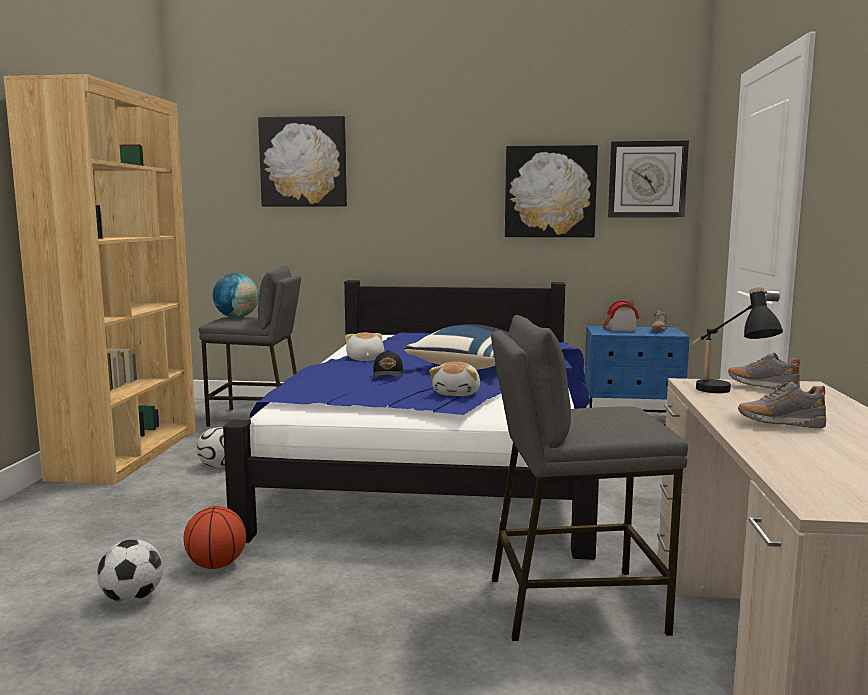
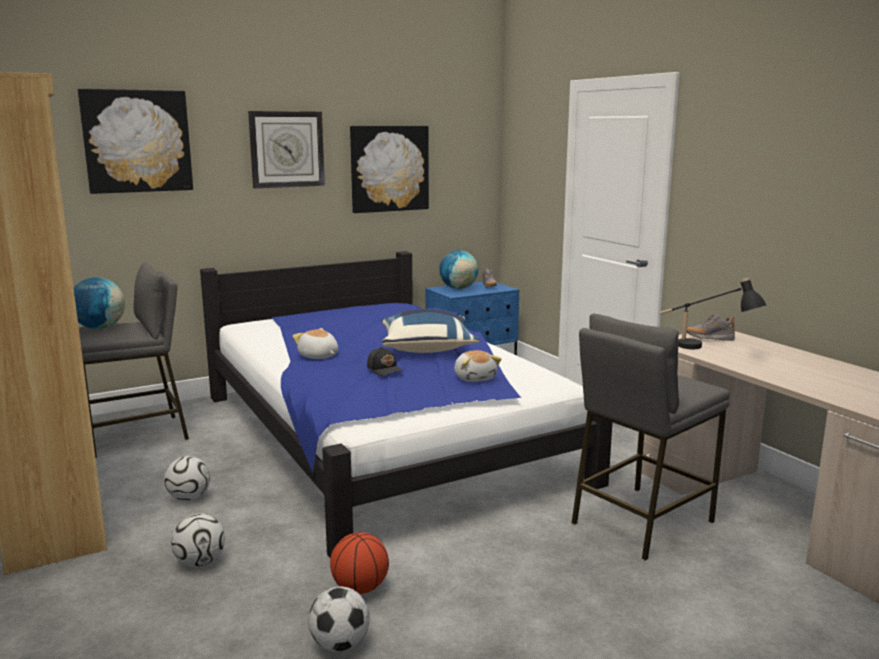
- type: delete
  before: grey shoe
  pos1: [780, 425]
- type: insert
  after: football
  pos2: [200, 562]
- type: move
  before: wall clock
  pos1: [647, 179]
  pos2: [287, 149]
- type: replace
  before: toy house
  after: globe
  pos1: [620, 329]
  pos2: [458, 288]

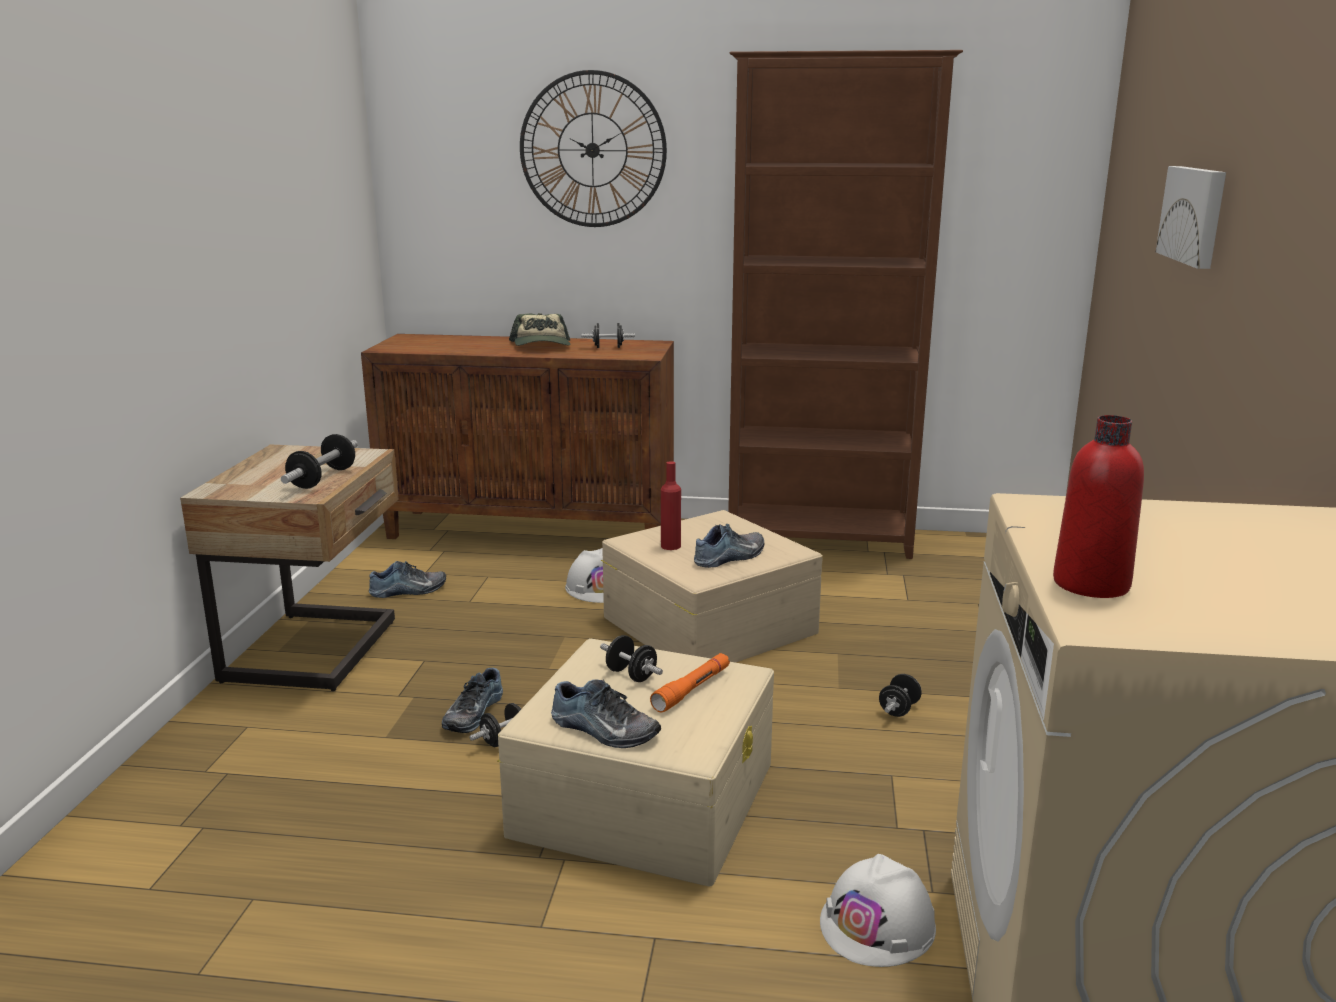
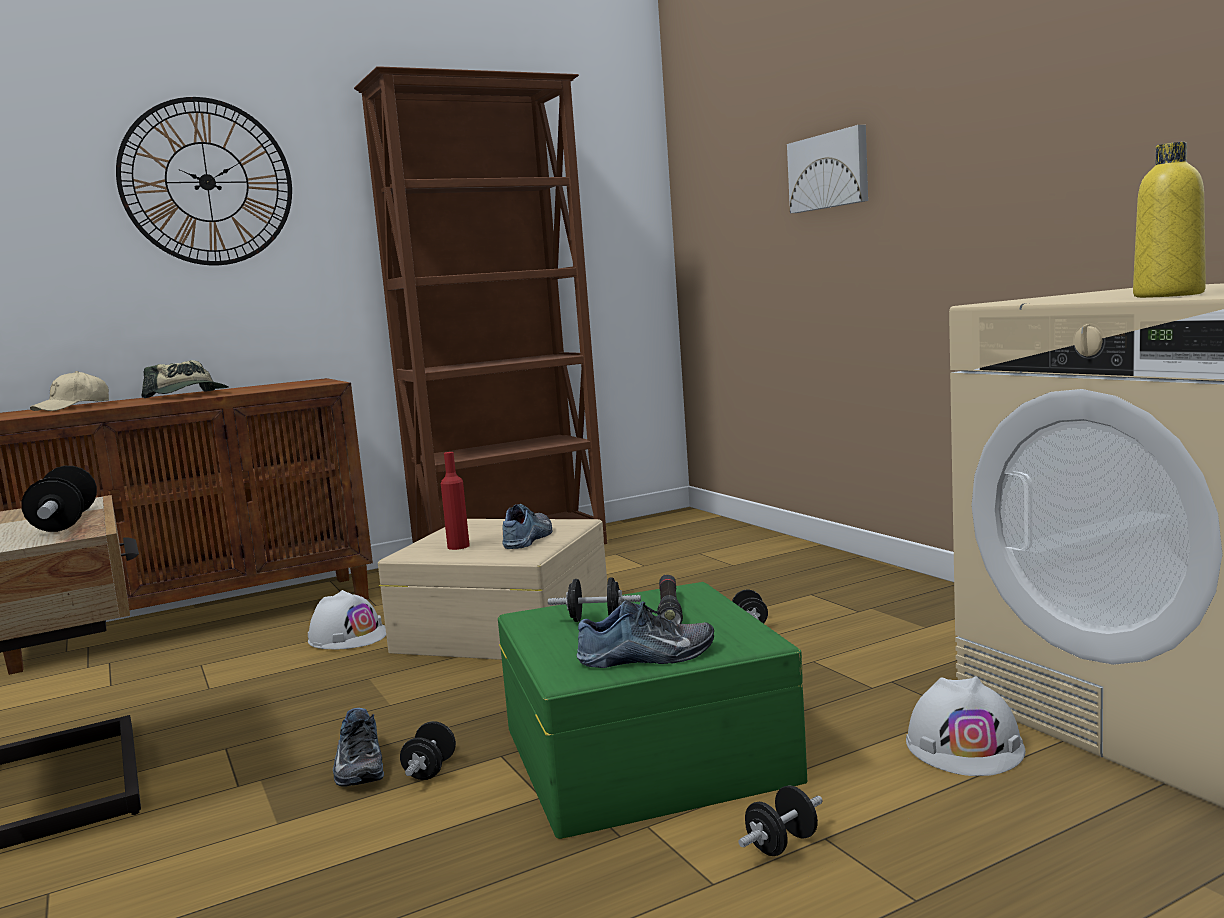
- type: delete
  before: shoe
  pos1: [408, 591]
- type: insert
  after: beige cap
  pos2: [72, 407]
- type: move
  before: black dumbbell
  pos1: [608, 347]
  pos2: [782, 844]
- type: recolor
  before: beige storage box
  after: green storage box
  pos1: [645, 797]
  pos2: [646, 752]
- type: recolor
  before: orange flashlight
  after: black flashlight
  pos1: [692, 689]
  pos2: [669, 610]
- type: recolor
  before: red bottle
  after: yellow bottle
  pos1: [1091, 584]
  pos2: [1168, 295]

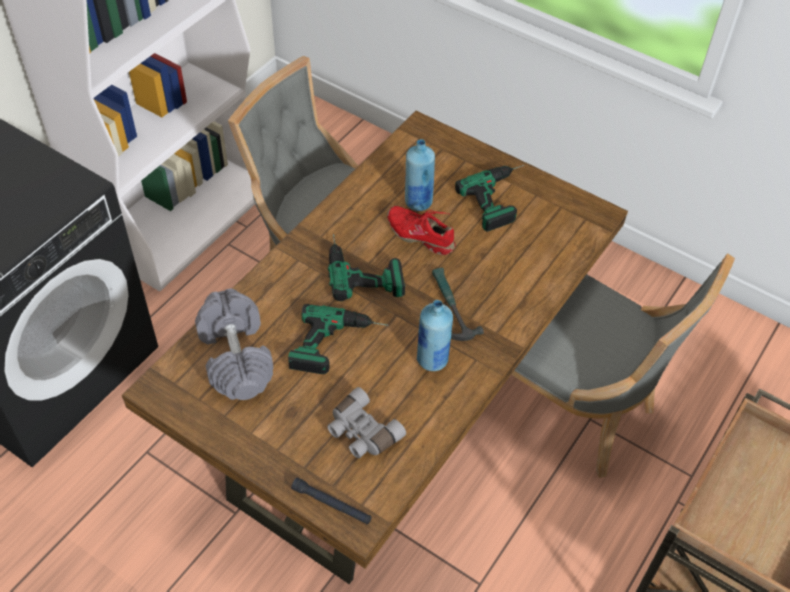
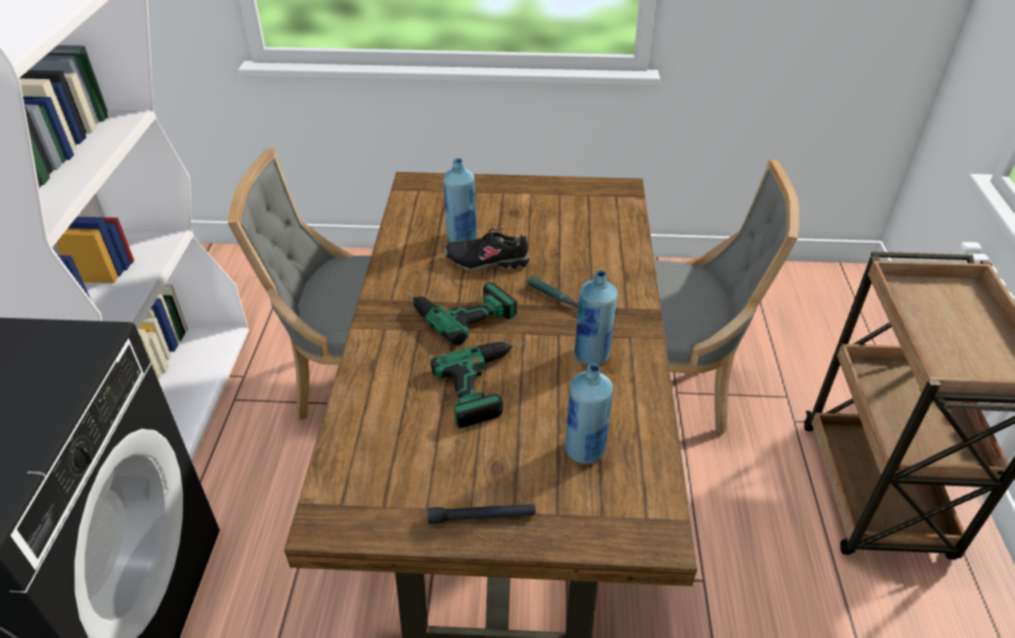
- type: delete
  before: grey dumbbell
  pos1: [235, 357]
- type: delete
  before: power drill
  pos1: [502, 198]
- type: move
  before: black flashlight
  pos1: [331, 504]
  pos2: [481, 517]
- type: replace
  before: grey binoculars
  after: blue bottle
  pos1: [361, 433]
  pos2: [584, 451]
- type: recolor
  before: red shoe
  after: black shoe
  pos1: [421, 235]
  pos2: [487, 261]

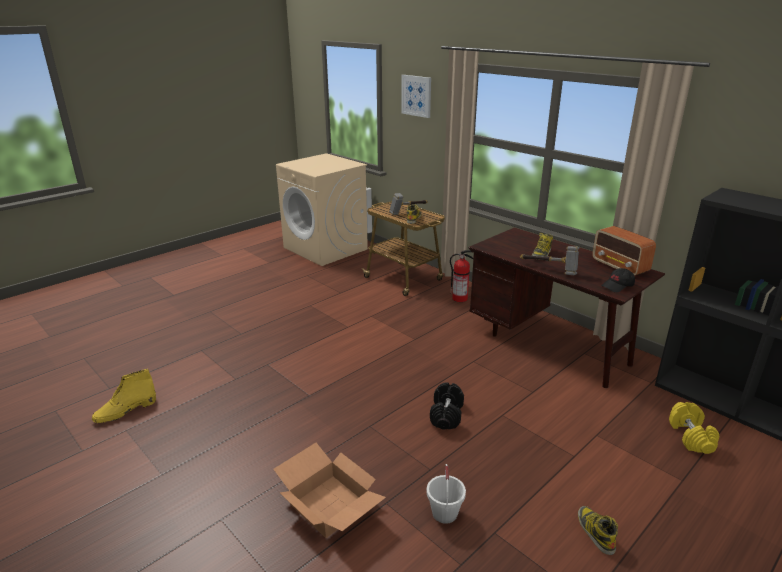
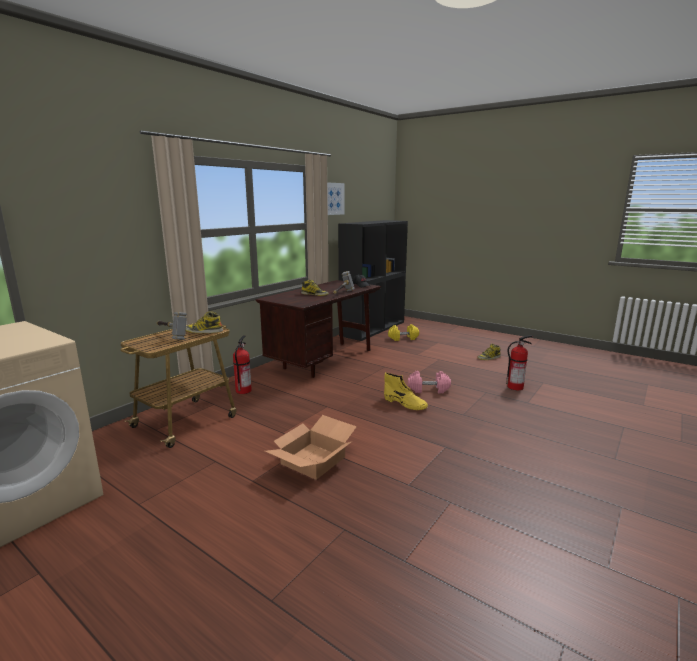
- type: delete
  before: radio
  pos1: [620, 267]
- type: move
  before: yellow boot
  pos1: [125, 411]
  pos2: [405, 404]
- type: move
  before: cardboard box
  pos1: [331, 505]
  pos2: [313, 459]
- type: move
  before: picture
  pos1: [416, 96]
  pos2: [333, 198]
- type: replace
  before: white bucket
  after: fire extinguisher
  pos1: [445, 513]
  pos2: [515, 387]
- type: recolor
  before: black dumbbell
  after: pink dumbbell
  pos1: [446, 415]
  pos2: [428, 389]

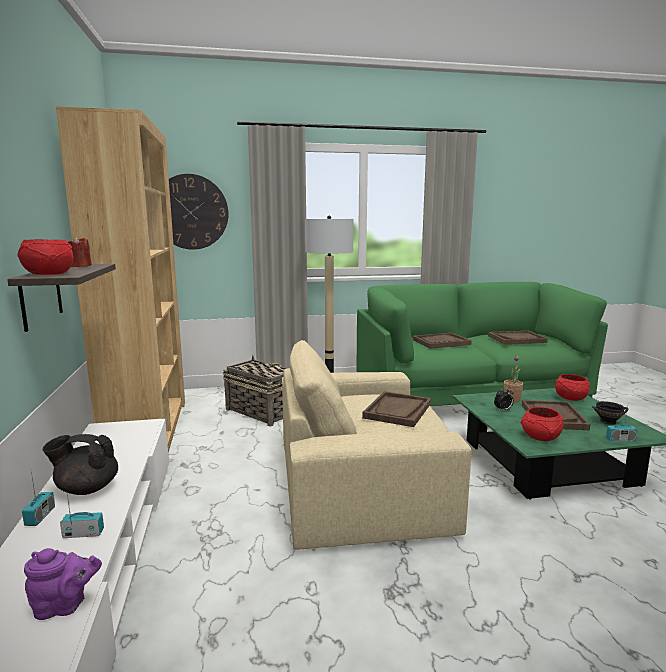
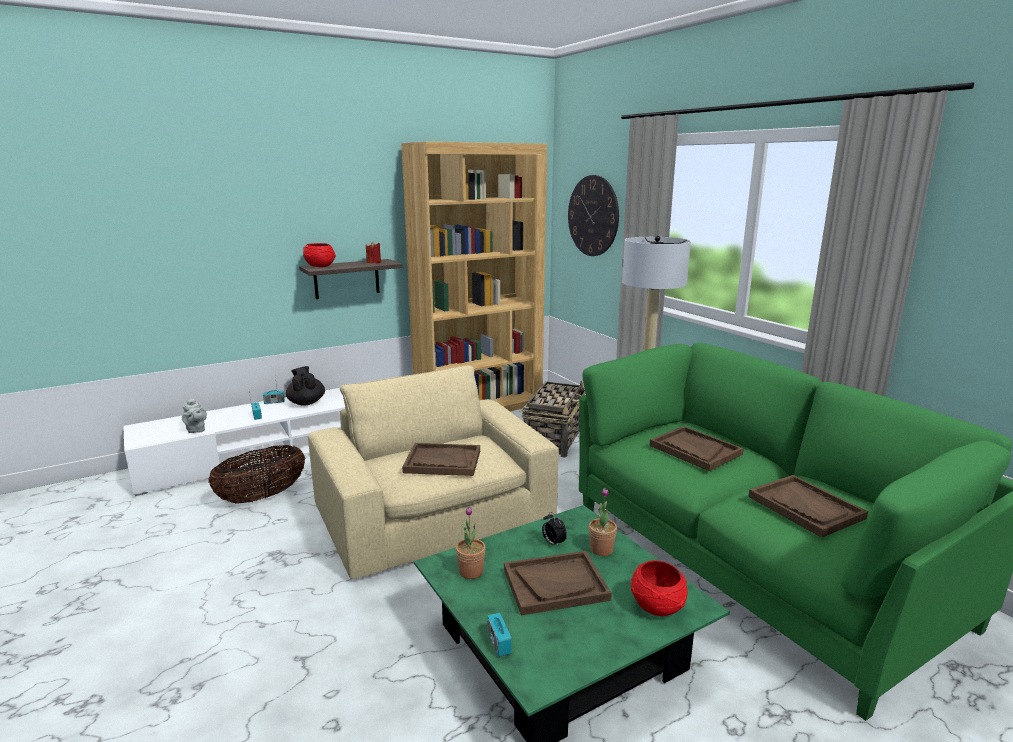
- type: delete
  before: black bowl
  pos1: [608, 422]
- type: insert
  after: basket
  pos2: [262, 497]
- type: replace
  before: red bowl
  after: potted plant
  pos1: [541, 438]
  pos2: [471, 571]
- type: recolor
  before: purple teapot
  after: grey teapot
  pos1: [64, 606]
  pos2: [196, 430]

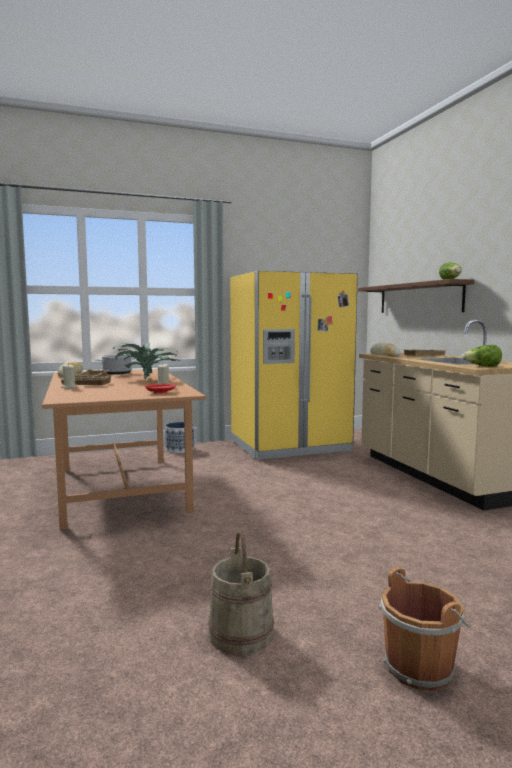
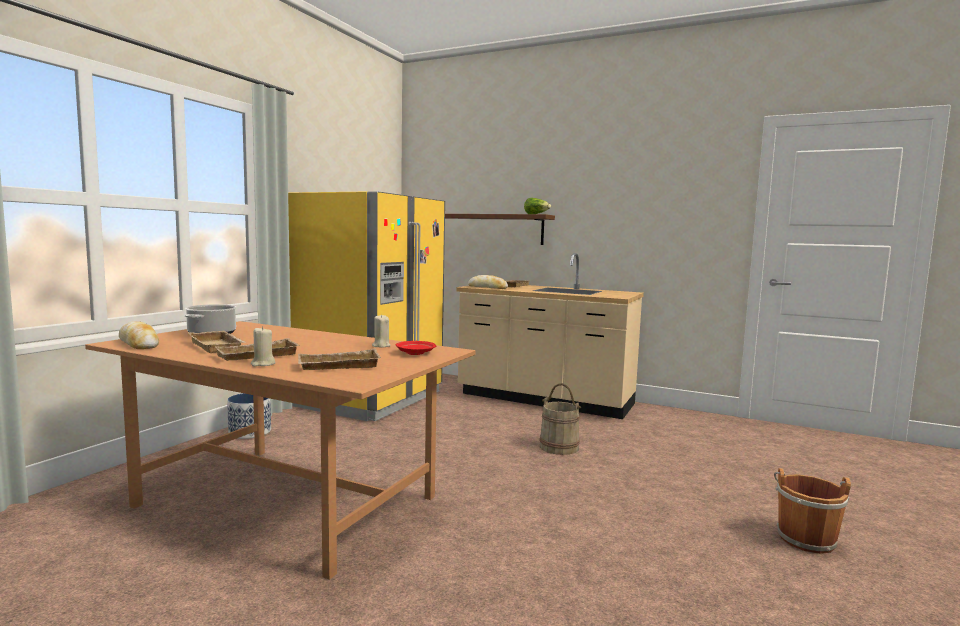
- type: delete
  before: potted plant
  pos1: [147, 379]
- type: delete
  before: lettuce
  pos1: [482, 366]
- type: insert
  after: beige tray
  pos2: [338, 366]
- type: move
  before: beige bucket
  pos1: [240, 633]
  pos2: [558, 447]

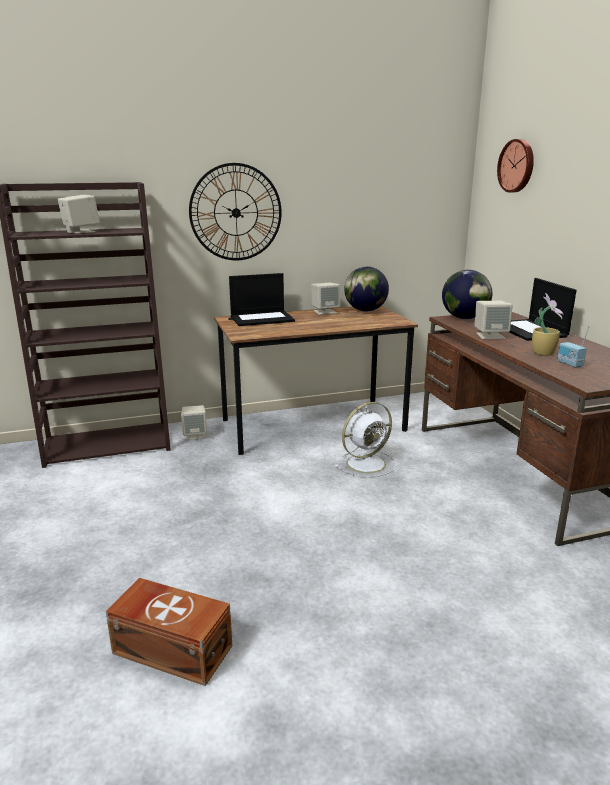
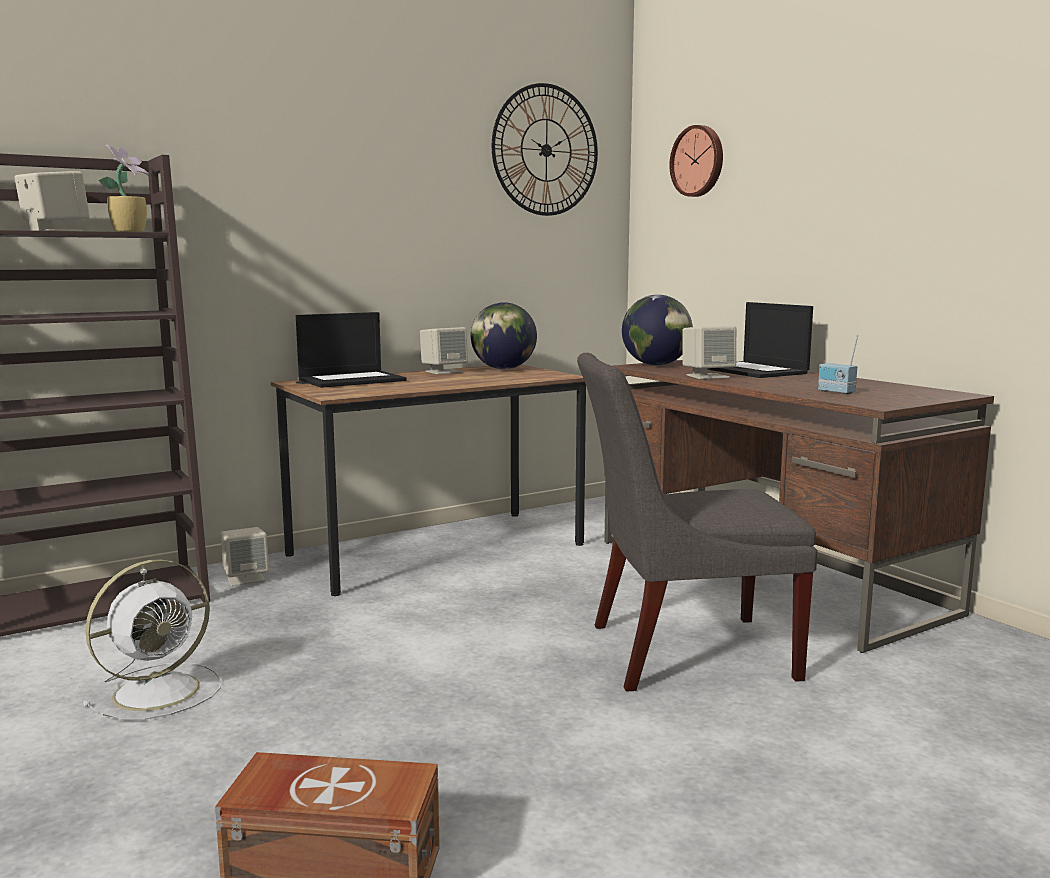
- type: insert
  after: grey chair
  pos2: [681, 651]
- type: move
  before: wall clock
  pos1: [236, 212]
  pos2: [546, 150]
- type: move
  before: white fan
  pos1: [367, 463]
  pos2: [160, 690]
- type: move
  before: potted plant
  pos1: [543, 353]
  pos2: [131, 232]

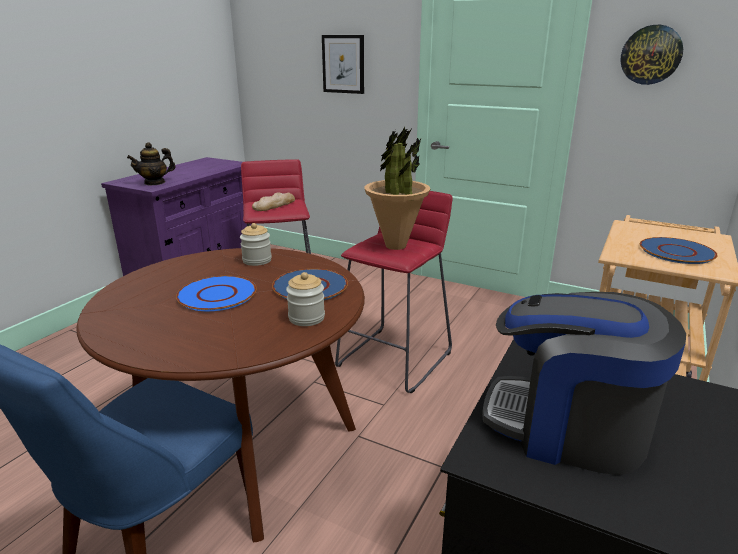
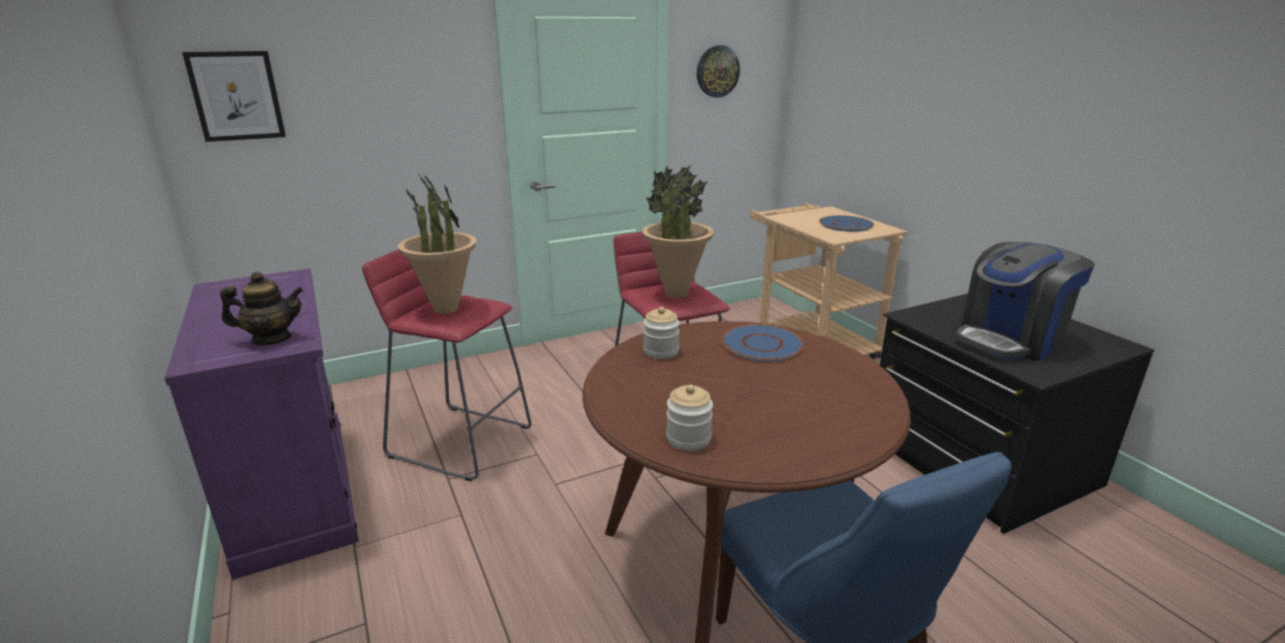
- type: delete
  before: blue plate
  pos1: [216, 295]
- type: move
  before: jar
  pos1: [306, 318]
  pos2: [688, 438]
- type: move
  before: picture
  pos1: [343, 64]
  pos2: [236, 96]
- type: replace
  before: bread
  after: potted plant
  pos1: [274, 205]
  pos2: [446, 309]
- type: rotate
  before: teapot
  pos1: [155, 183]
  pos2: [272, 339]
  turn: -105

